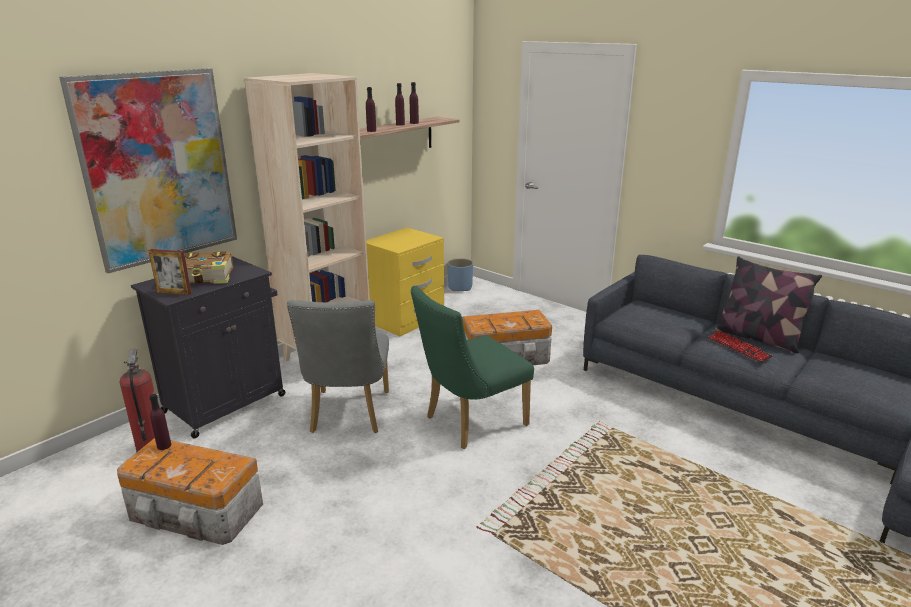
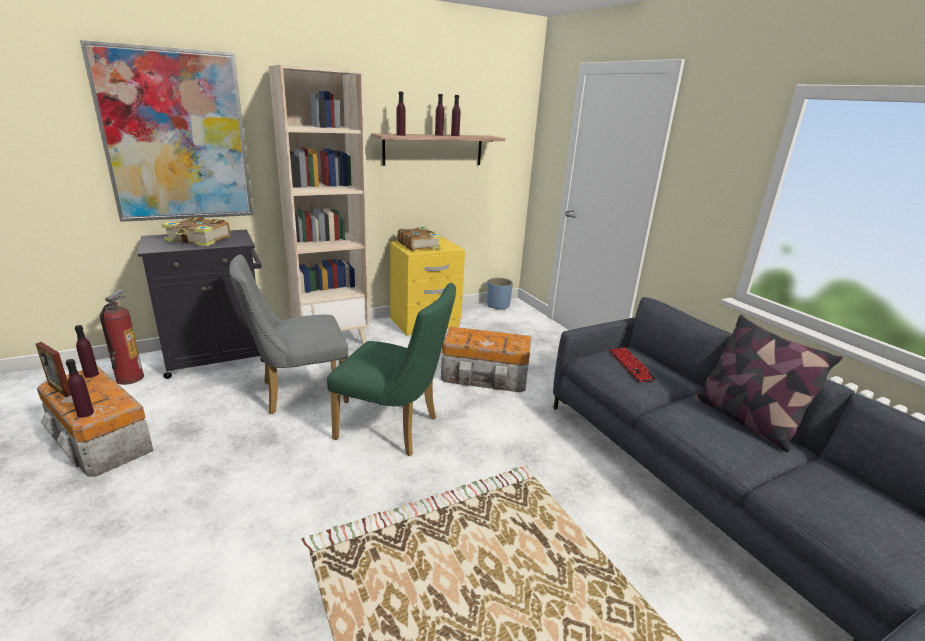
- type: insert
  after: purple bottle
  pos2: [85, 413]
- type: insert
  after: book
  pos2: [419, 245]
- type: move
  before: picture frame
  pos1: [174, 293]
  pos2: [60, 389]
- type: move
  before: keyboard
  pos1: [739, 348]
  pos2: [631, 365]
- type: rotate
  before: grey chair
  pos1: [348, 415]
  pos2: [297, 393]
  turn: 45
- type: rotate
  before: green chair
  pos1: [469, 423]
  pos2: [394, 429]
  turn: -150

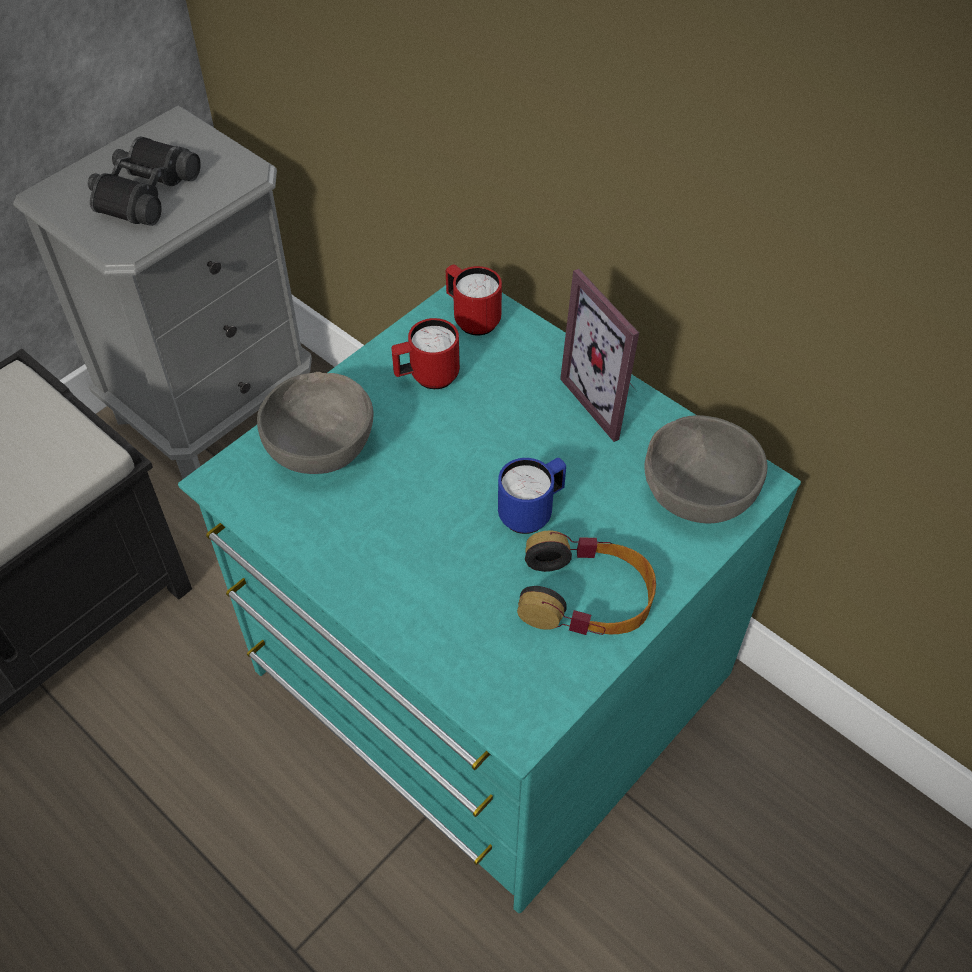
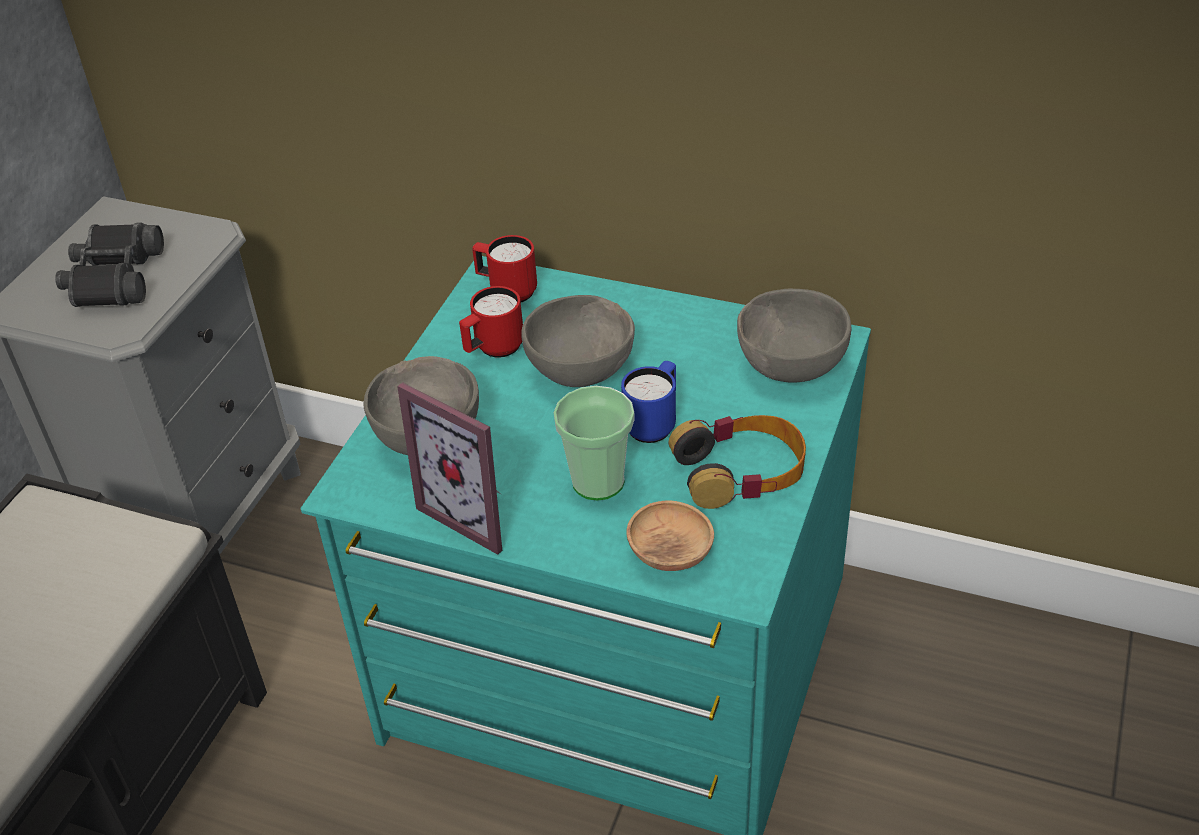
- type: insert
  after: grey bowl
  pos2: [582, 372]
- type: insert
  after: cup
  pos2: [598, 482]
- type: insert
  after: brown bowl
  pos2: [670, 552]
- type: move
  before: picture frame
  pos1: [609, 399]
  pos2: [477, 512]

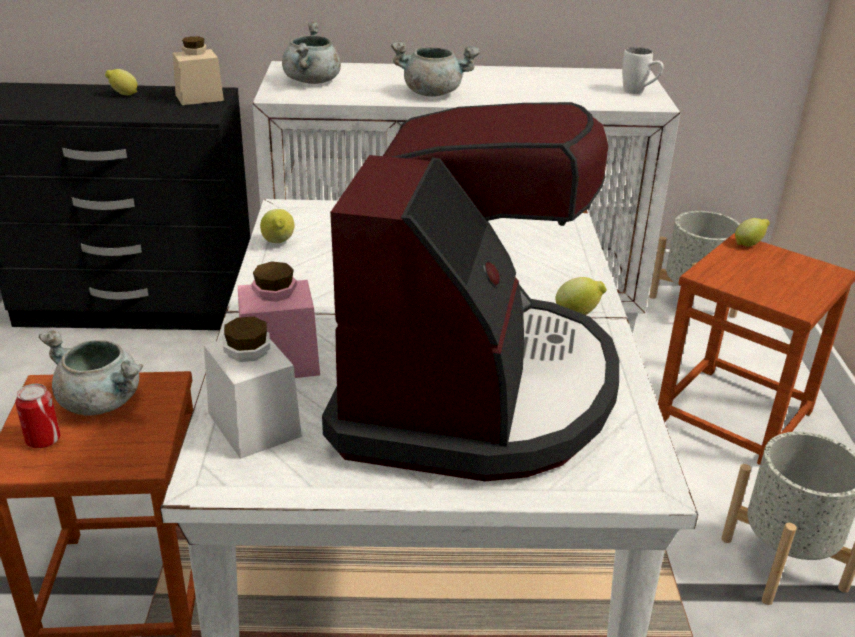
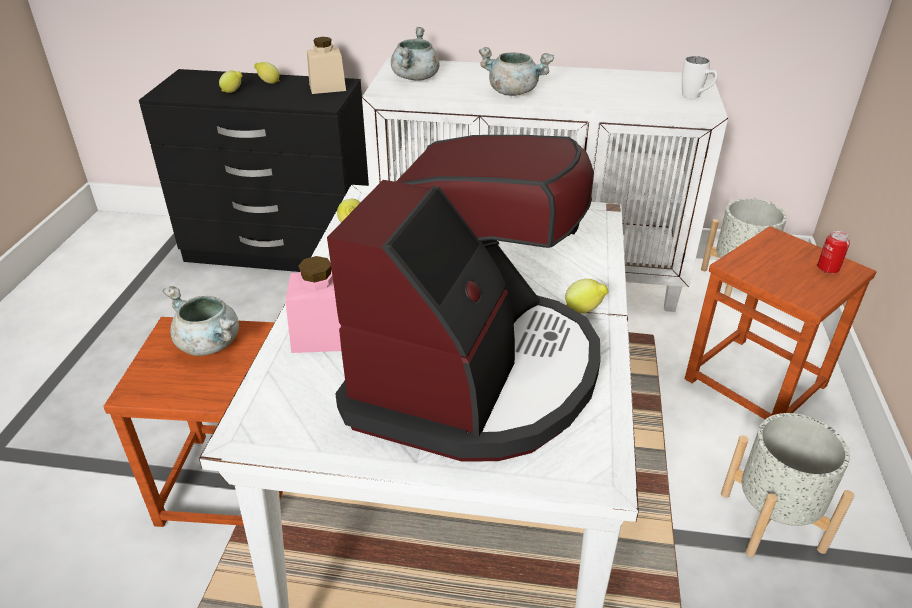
- type: delete
  before: white jar
  pos1: [254, 425]
- type: move
  before: can
  pos1: [43, 440]
  pos2: [827, 269]
- type: move
  before: lemon
  pos1: [749, 244]
  pos2: [233, 92]

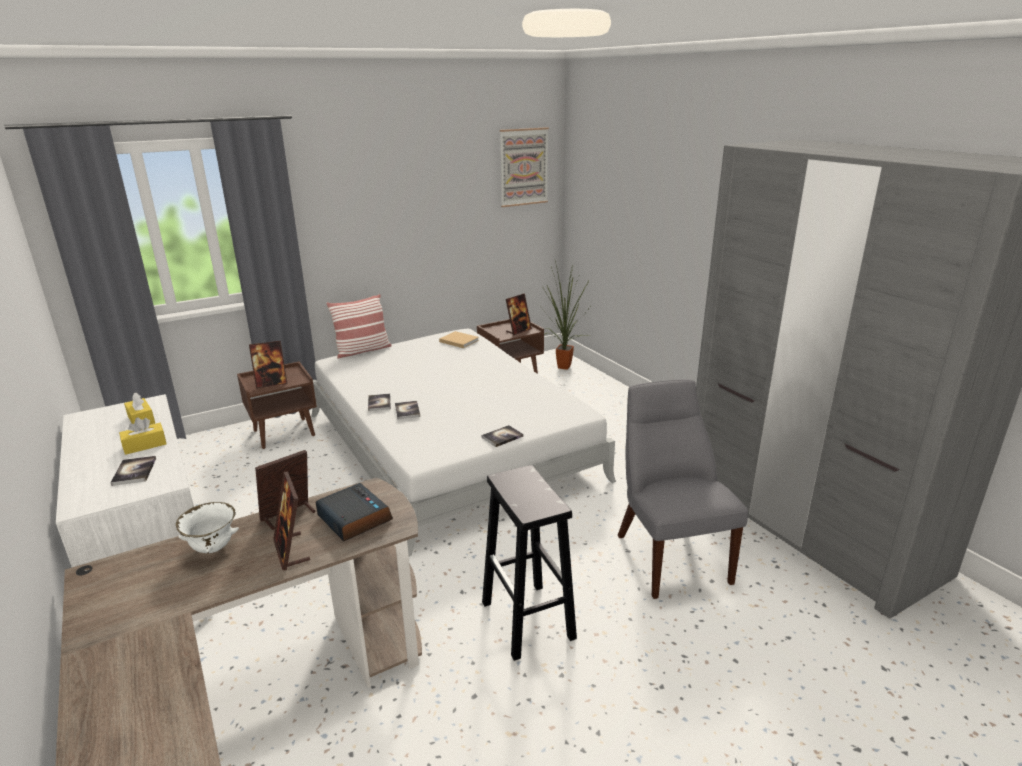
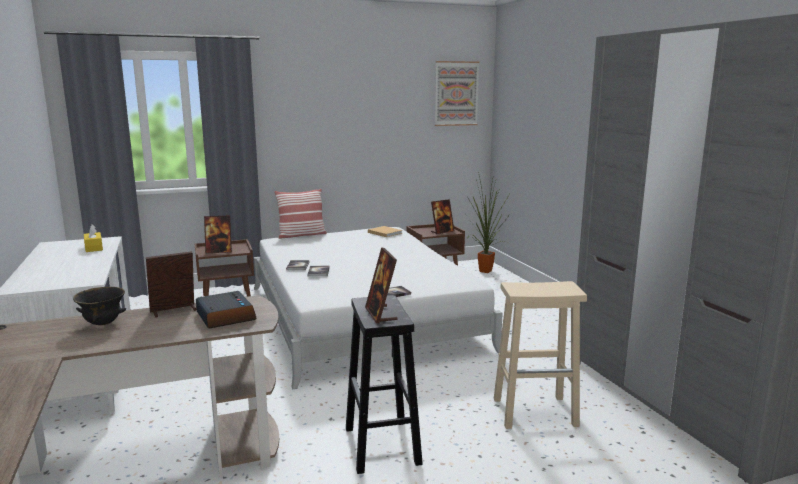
- type: delete
  before: book
  pos1: [134, 472]
- type: delete
  before: yellow tissue box
  pos1: [145, 445]
- type: move
  before: picture frame
  pos1: [291, 551]
  pos2: [381, 314]
- type: replace
  before: grey chair
  after: beige stool
  pos1: [669, 554]
  pos2: [536, 412]
- type: recolor
  before: white bowl
  after: black bowl
  pos1: [212, 548]
  pos2: [102, 324]

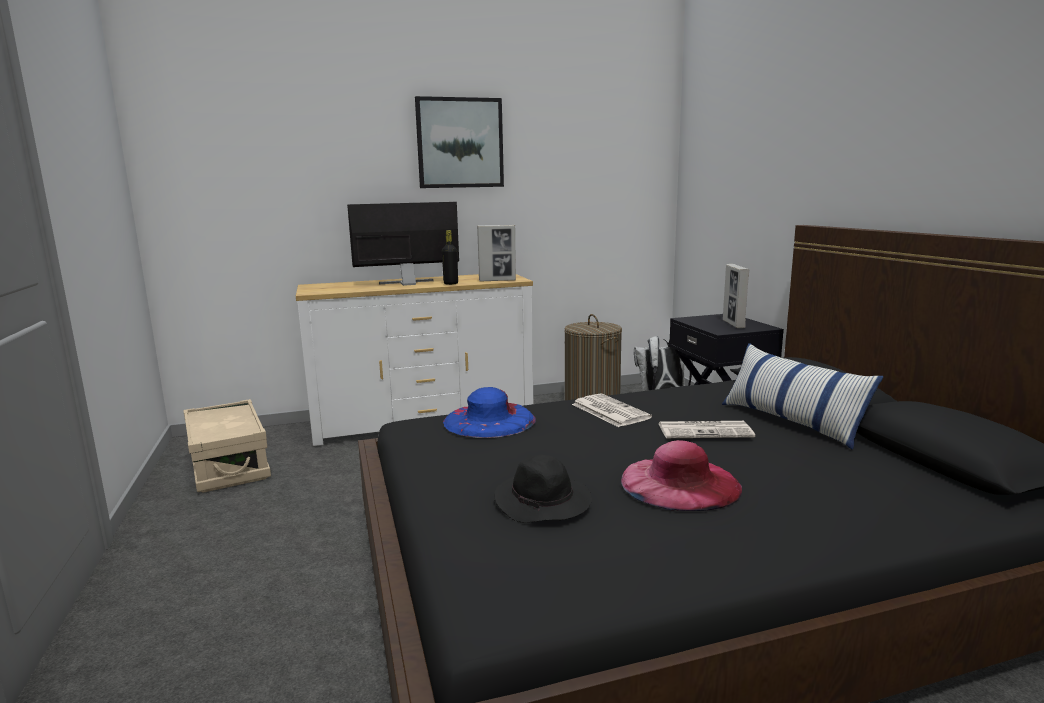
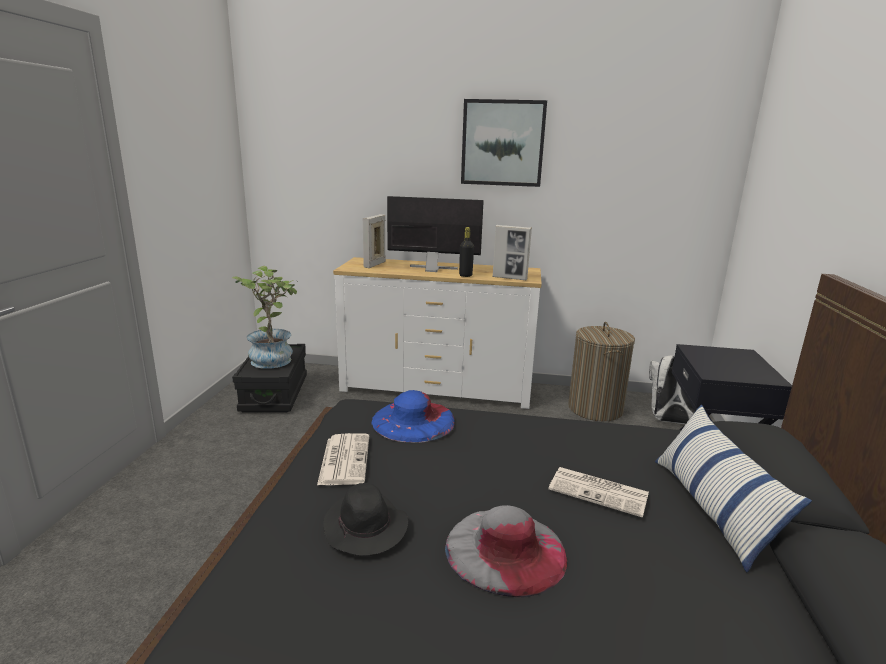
- type: insert
  after: potted plant
  pos2: [273, 358]
- type: move
  before: newspaper
  pos1: [609, 411]
  pos2: [344, 459]
- type: move
  before: picture frame
  pos1: [733, 324]
  pos2: [374, 265]
- type: recolor
  before: beige storage box
  after: black storage box
  pos1: [229, 465]
  pos2: [274, 393]
- type: recolor
  before: pink hat
  after: grey hat
  pos1: [680, 483]
  pos2: [505, 550]

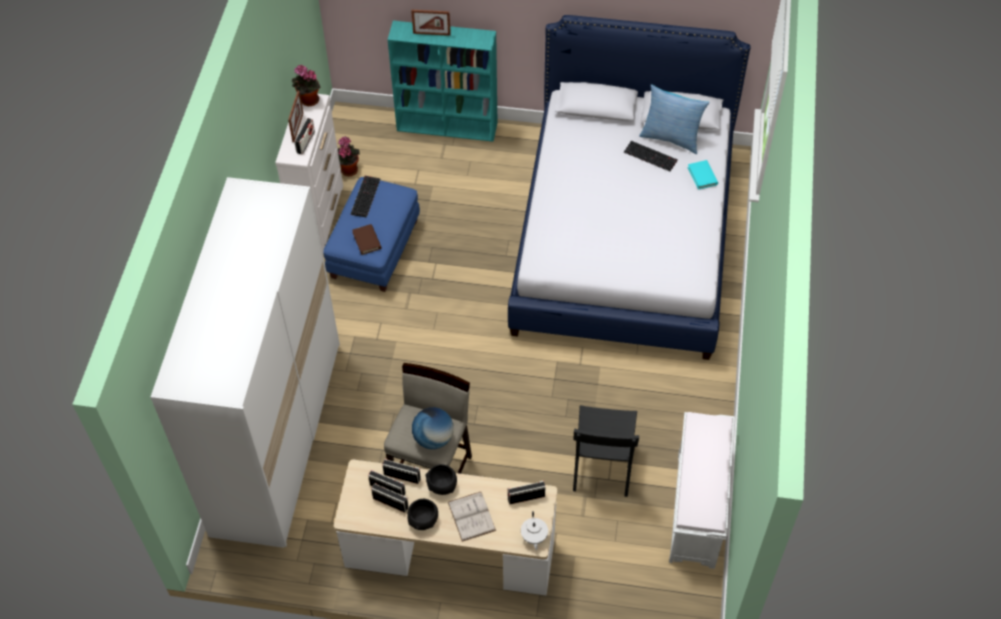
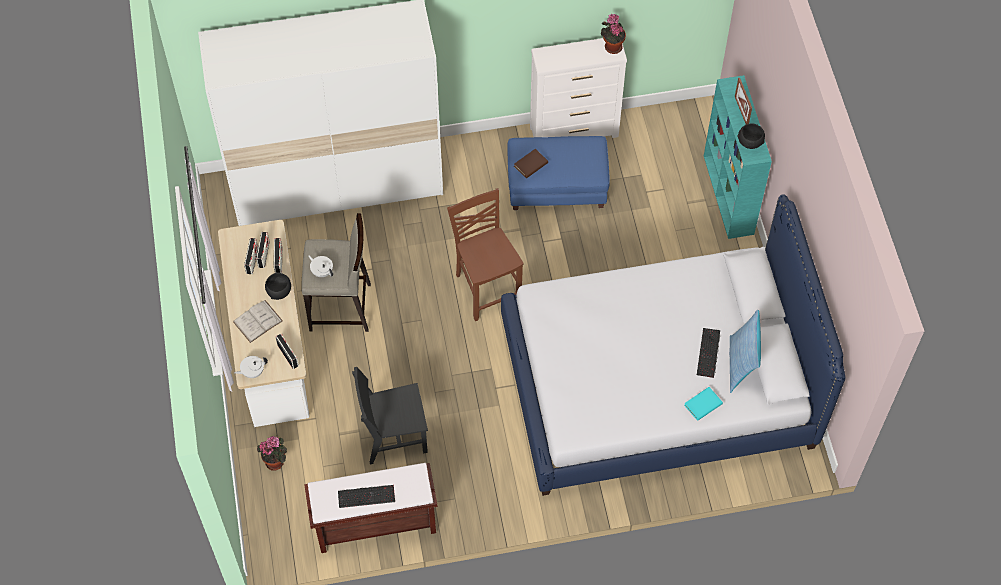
- type: delete
  before: picture frame
  pos1: [298, 127]
- type: delete
  before: radio
  pos1: [305, 142]
- type: insert
  after: brown chair
  pos2: [486, 288]
- type: move
  before: potted plant
  pos1: [348, 169]
  pos2: [276, 461]
- type: move
  before: keyboard
  pos1: [365, 196]
  pos2: [367, 495]
- type: move
  before: black bowl
  pos1: [423, 520]
  pos2: [750, 142]
- type: replace
  before: globe
  after: white teapot
  pos1: [433, 438]
  pos2: [322, 271]
- type: recolor
  before: white bench
  after: brown bench
  pos1: [696, 510]
  pos2: [374, 524]

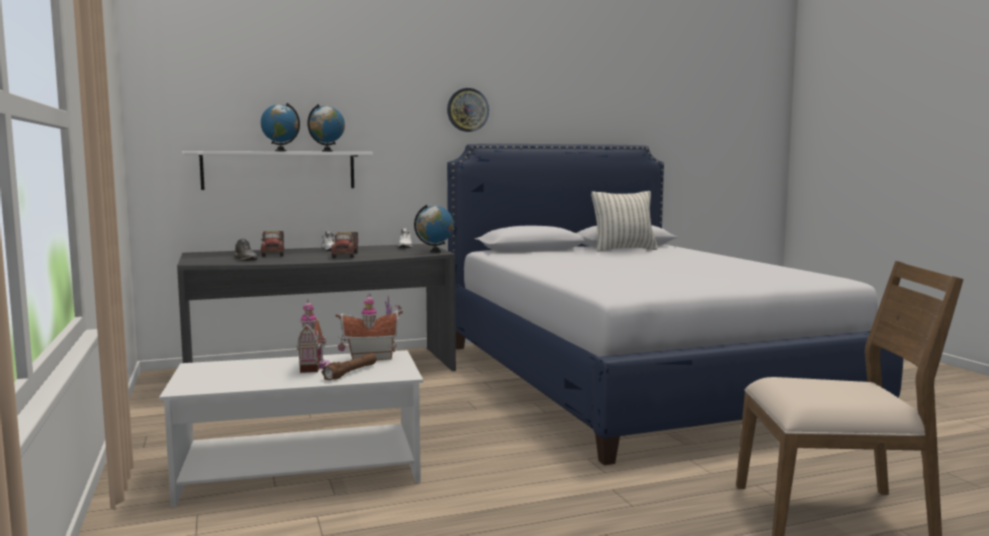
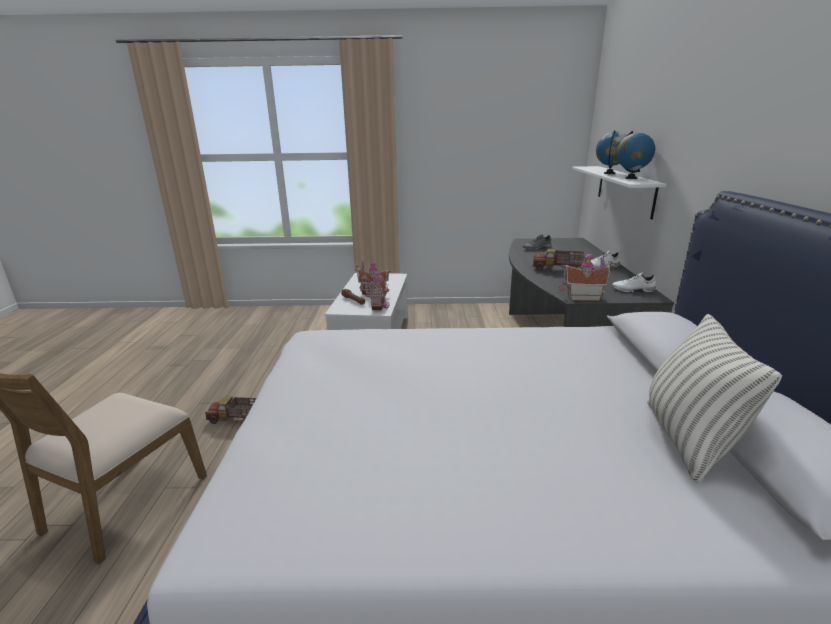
- type: delete
  before: wall clock
  pos1: [467, 110]
- type: move
  before: toy truck
  pos1: [274, 254]
  pos2: [236, 419]
- type: replace
  before: globe
  after: toy house
  pos1: [435, 251]
  pos2: [582, 297]

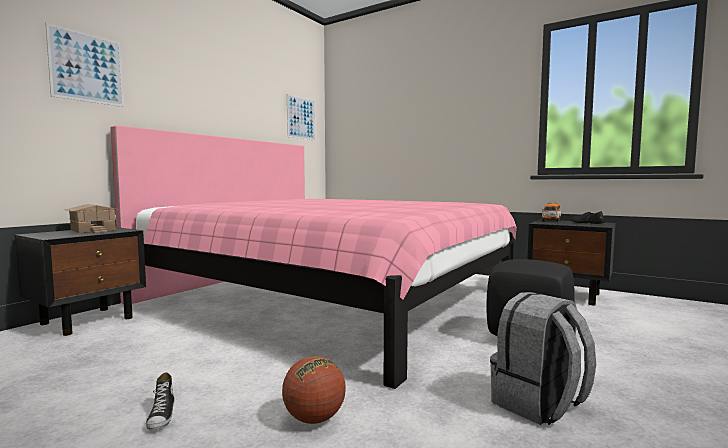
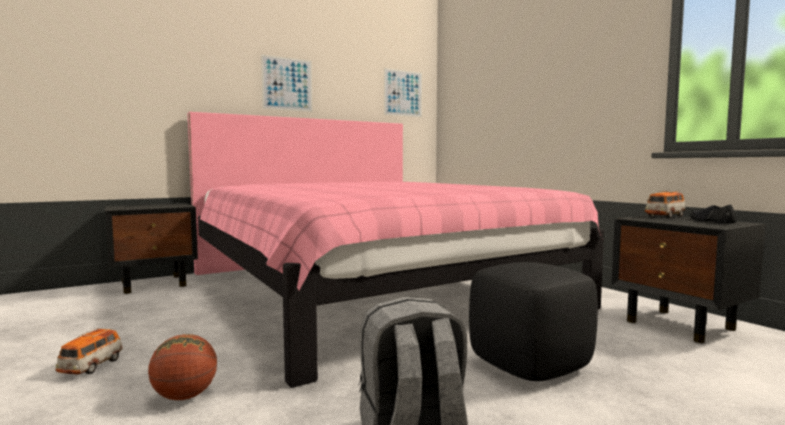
- type: delete
  before: toy house
  pos1: [94, 230]
- type: move
  before: picture
  pos1: [87, 68]
  pos2: [287, 84]
- type: replace
  before: shoe
  after: toy car
  pos1: [162, 416]
  pos2: [91, 367]

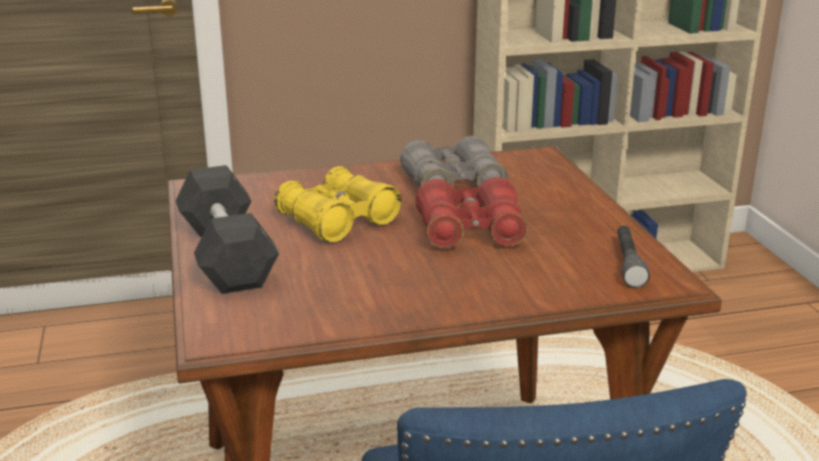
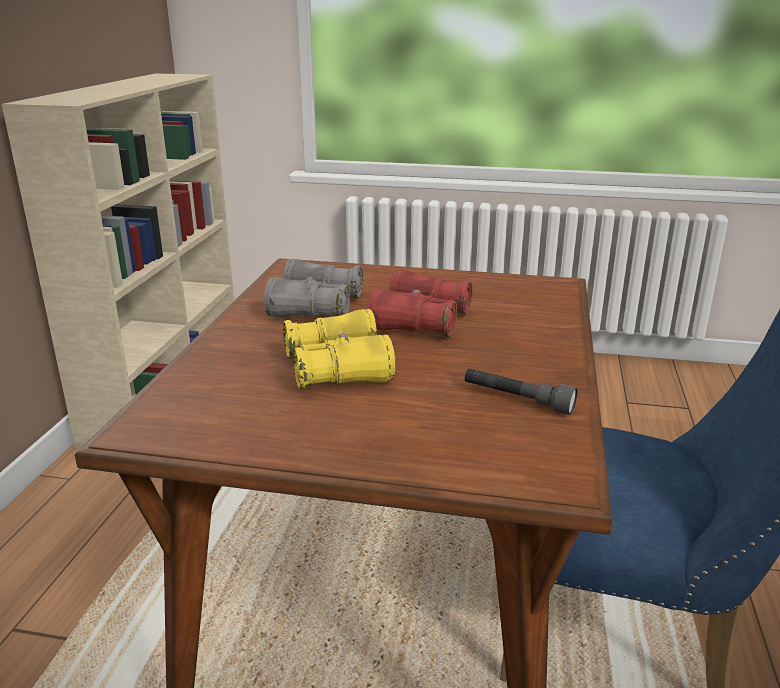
- type: delete
  before: black dumbbell
  pos1: [226, 254]
- type: move
  before: grey flashlight
  pos1: [628, 264]
  pos2: [517, 400]

